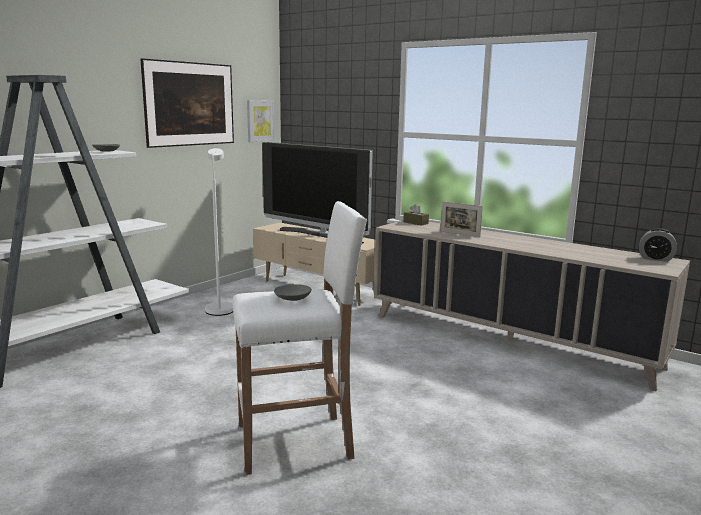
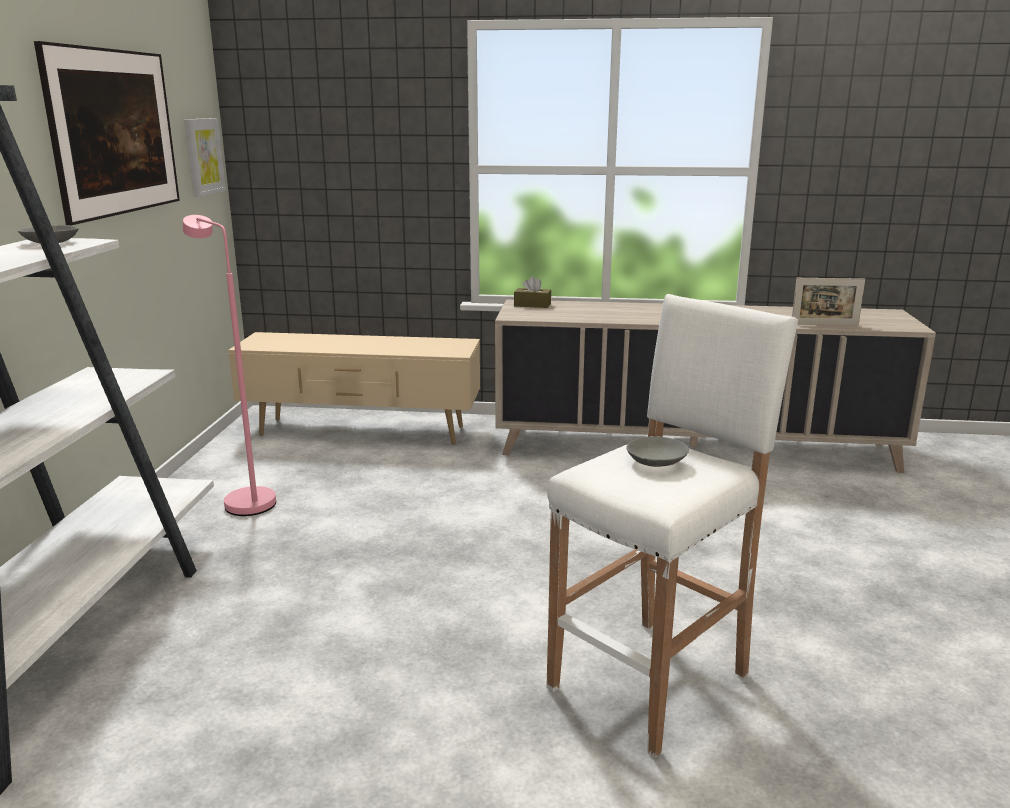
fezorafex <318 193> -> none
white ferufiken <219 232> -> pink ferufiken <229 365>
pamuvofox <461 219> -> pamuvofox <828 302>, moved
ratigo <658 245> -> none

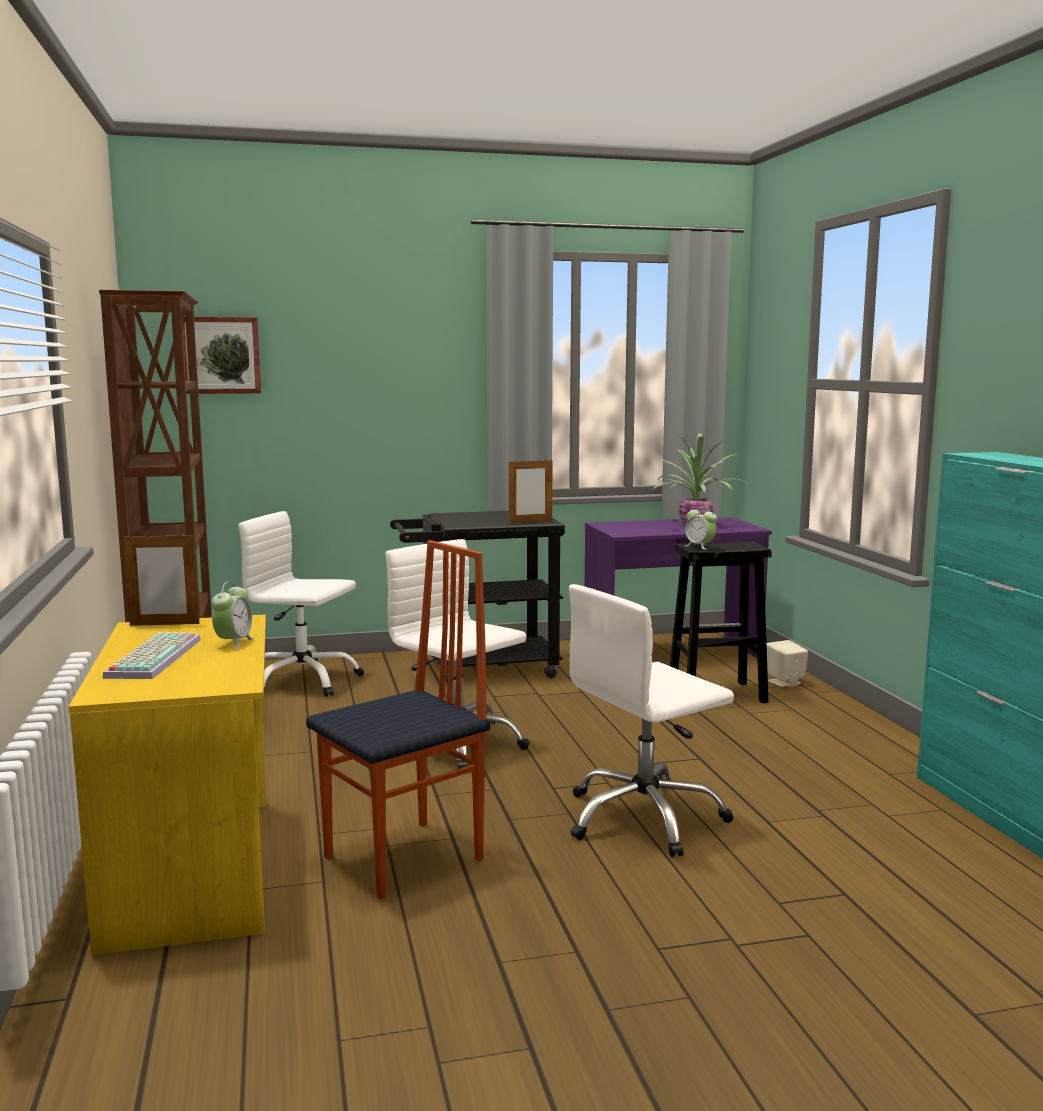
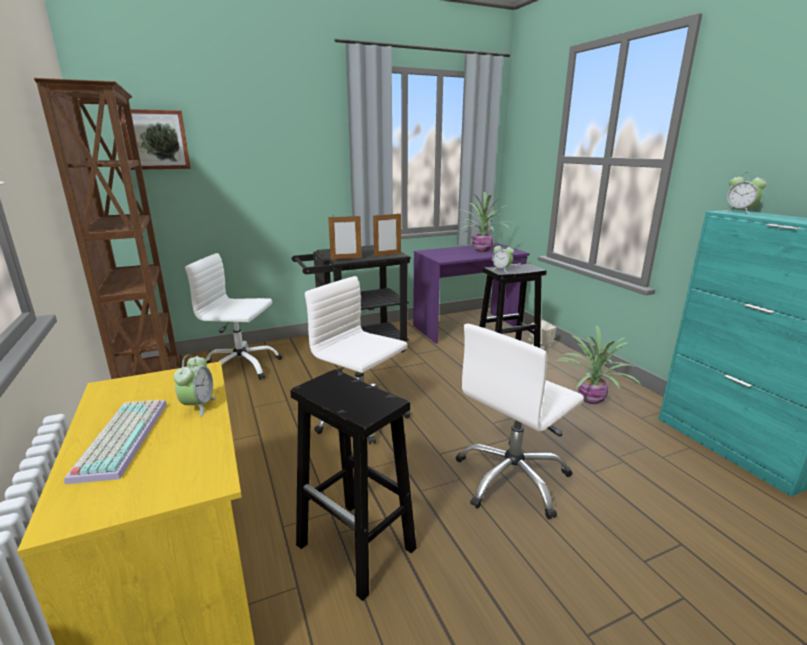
pamuvofox <161 579> -> pamuvofox <345 238>, moved
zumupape <398 719> -> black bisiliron <353 485>
none -> ratigo <745 193>
none -> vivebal <599 365>

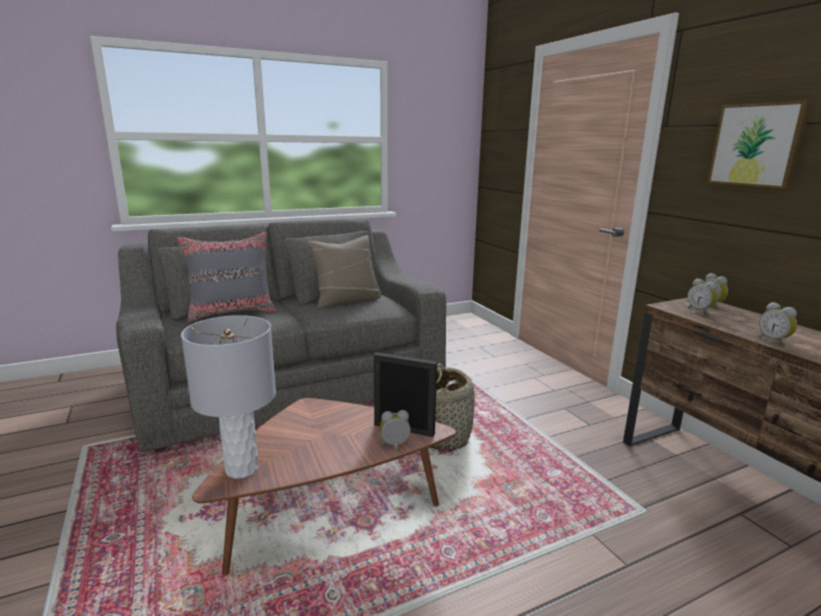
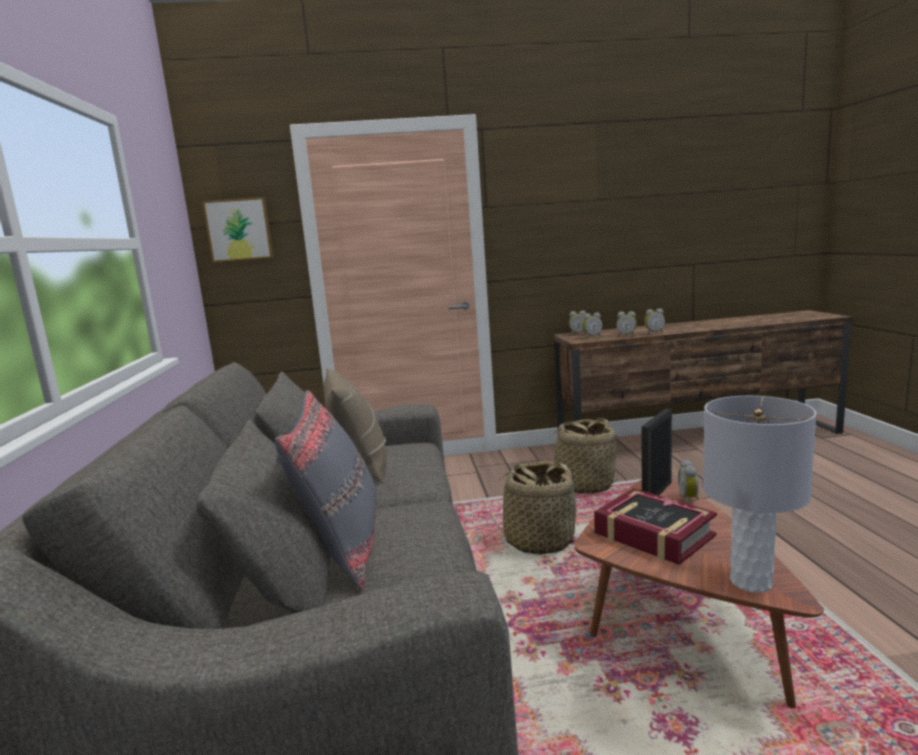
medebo <760 145> -> medebo <238 229>, moved
none -> ratigo <626 323>
none -> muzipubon <581 456>
none -> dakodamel <655 526>

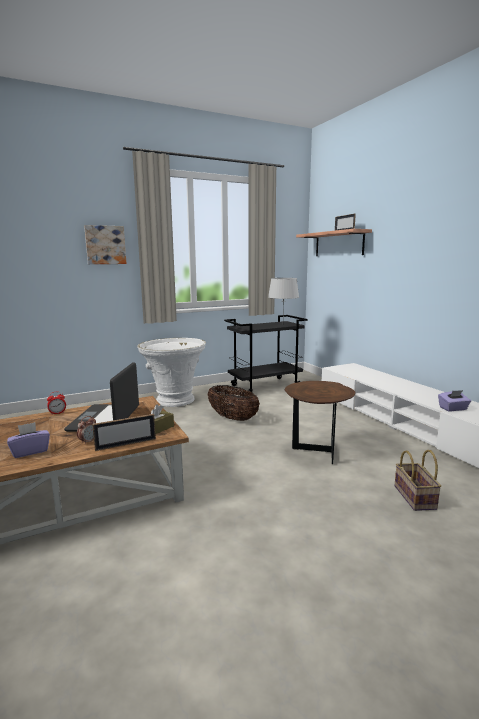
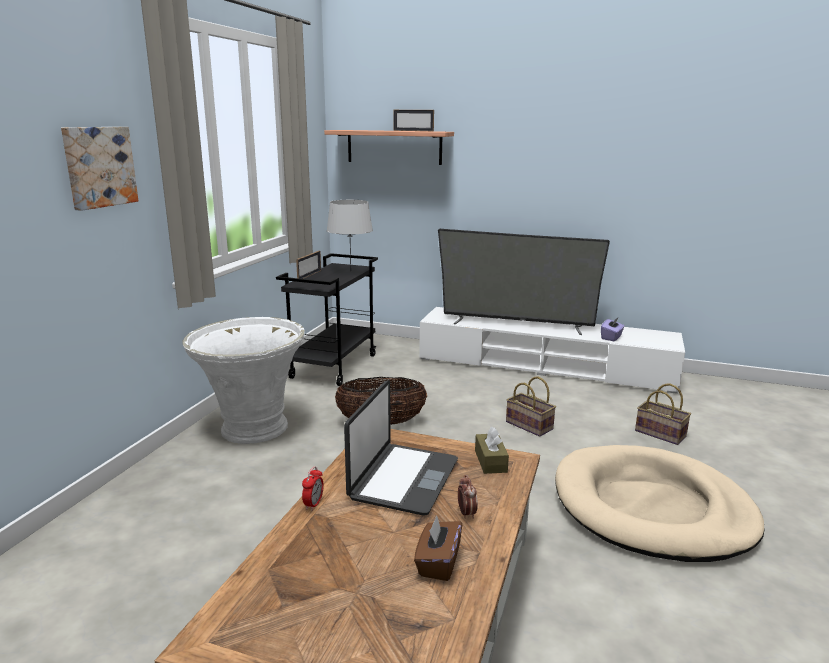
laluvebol <101 397> -> laluvebol <401 448>, 120 degrees counterclockwise
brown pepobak <320 422> -> muzipubon <531 407>
pamuvofox <124 432> -> pamuvofox <308 265>, moved
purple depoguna <28 440> -> brown depoguna <438 548>
none -> fezorafex <524 282>
none -> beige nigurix <659 503>

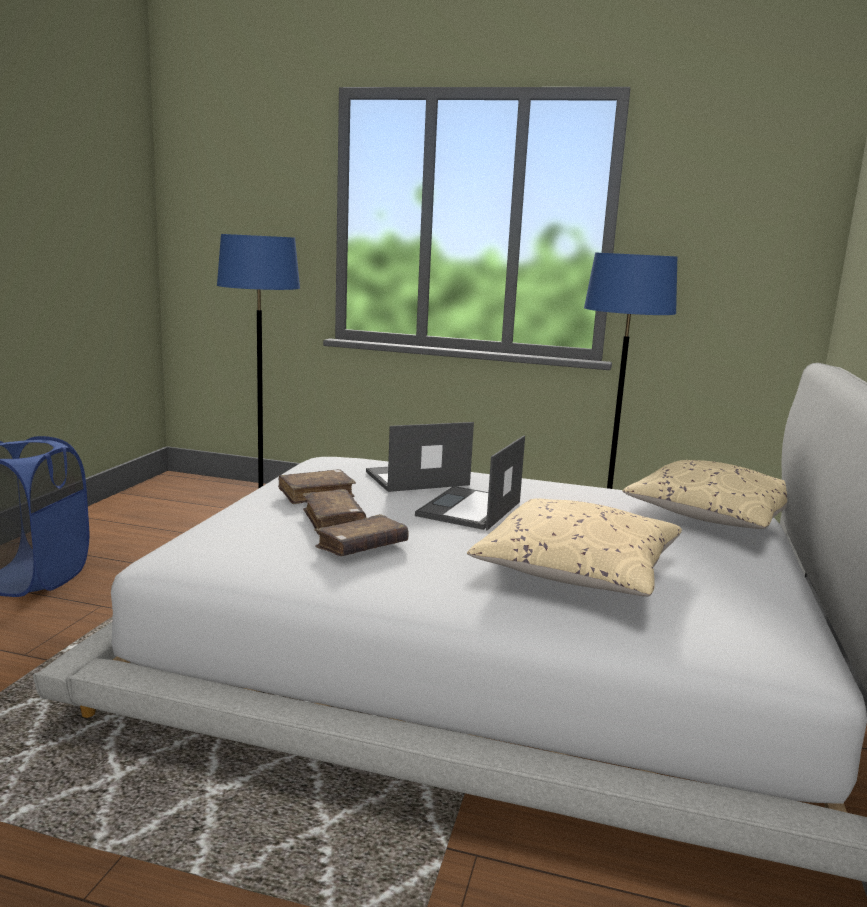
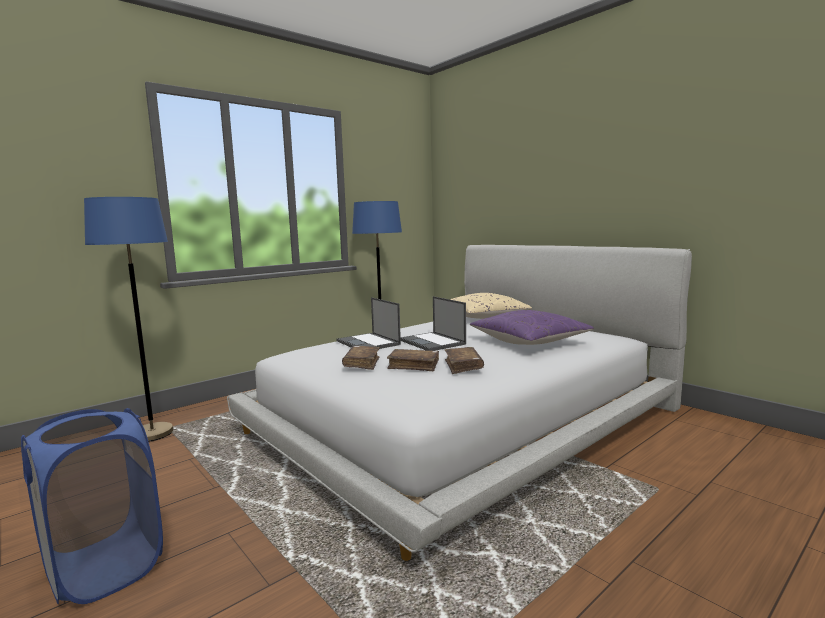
laluvebol <420 457> -> laluvebol <368 323>, 45 degrees counterclockwise
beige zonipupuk <574 547> -> purple zonipupuk <532 327>

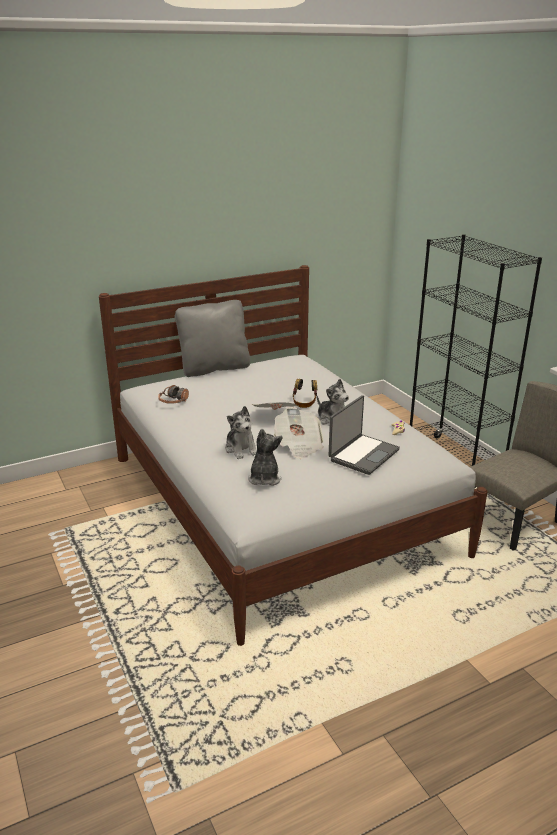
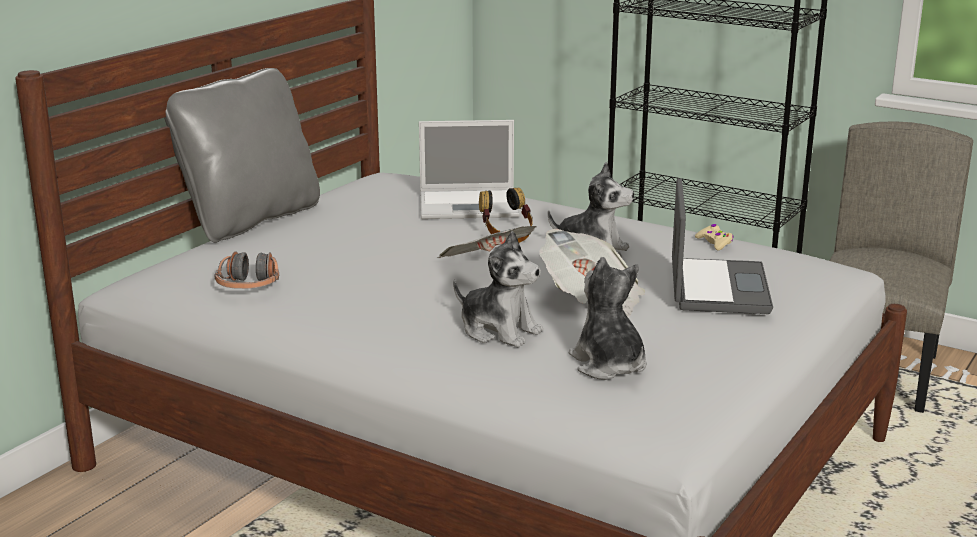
none -> laluvebol <469 169>

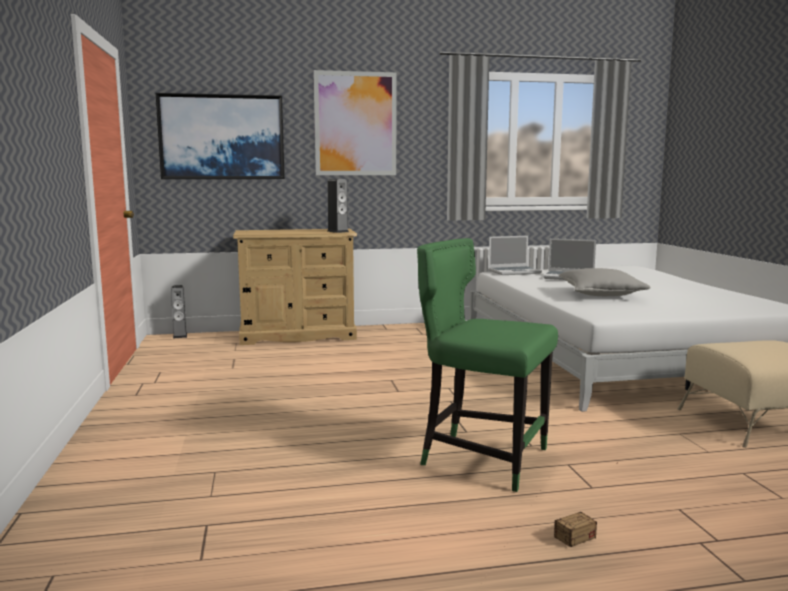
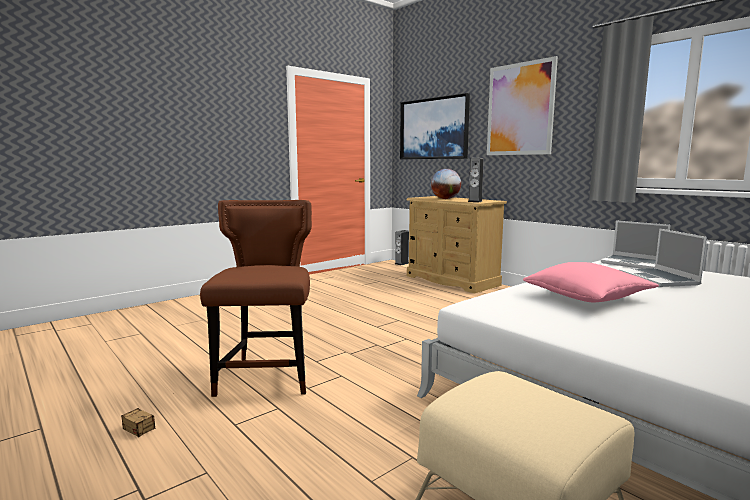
green zumupape <487 365> -> brown zumupape <256 298>
grey zonipupuk <605 282> -> pink zonipupuk <591 282>
none -> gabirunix <446 184>

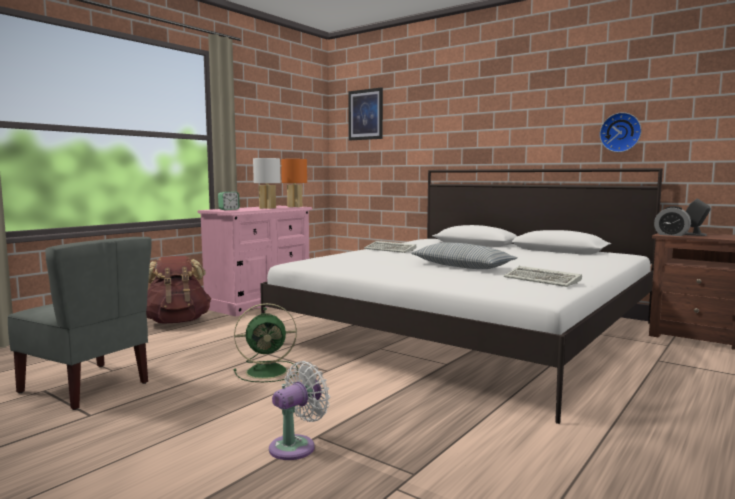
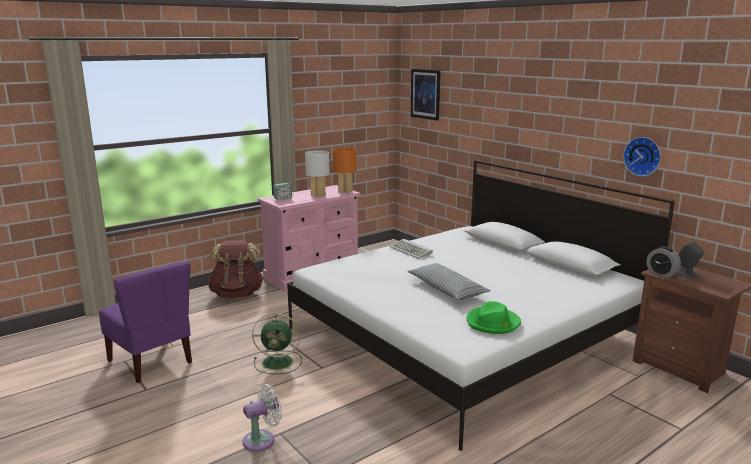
grey zumupape <80 323> -> purple zumupape <145 322>
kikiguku <543 276> -> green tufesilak <493 317>

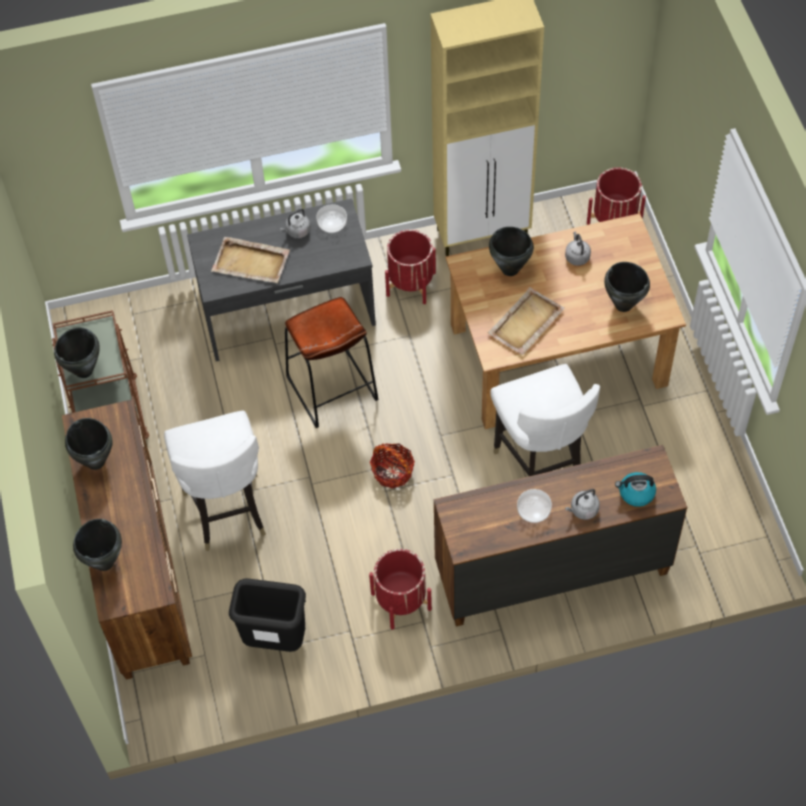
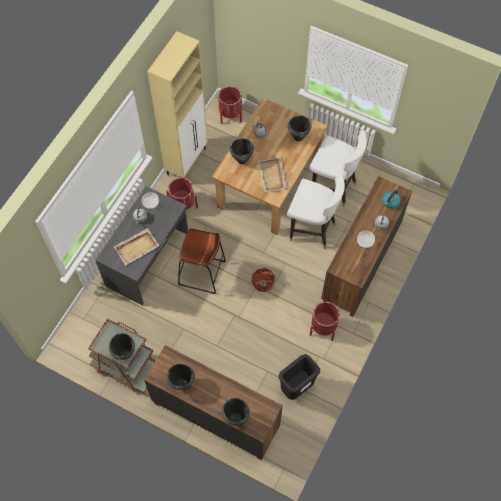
white zumupape <215 480> -> white zumupape <338 168>, moved

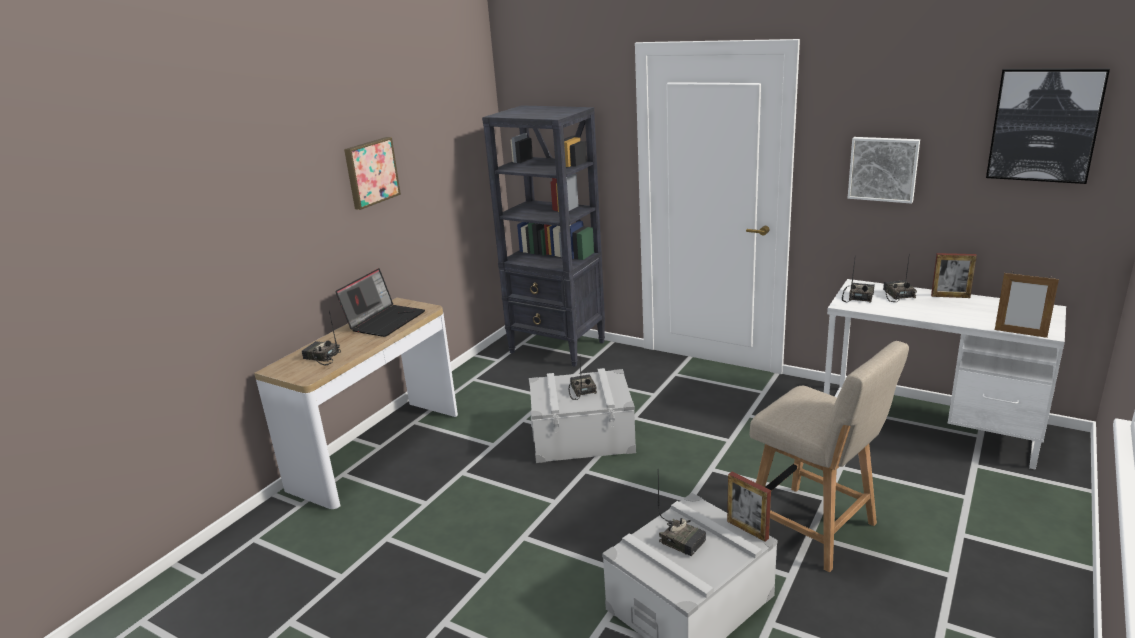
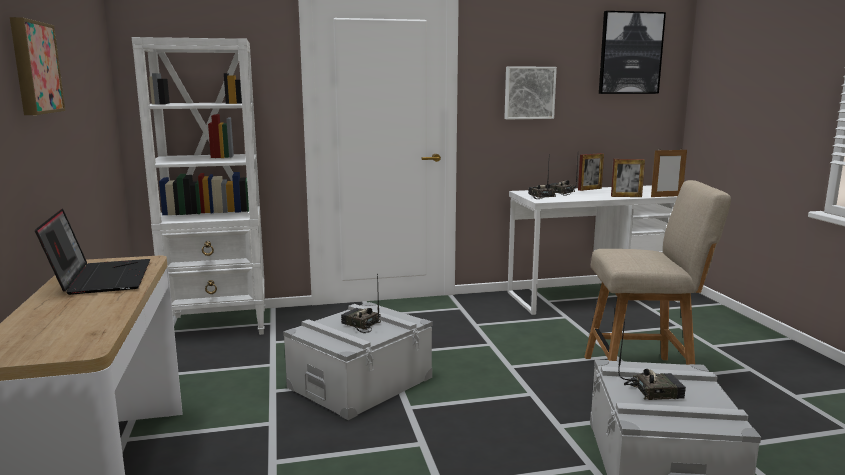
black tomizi <543 236> -> white tomizi <198 186>
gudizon <321 338> -> none
pamuvofox <749 507> -> pamuvofox <628 178>, moved

